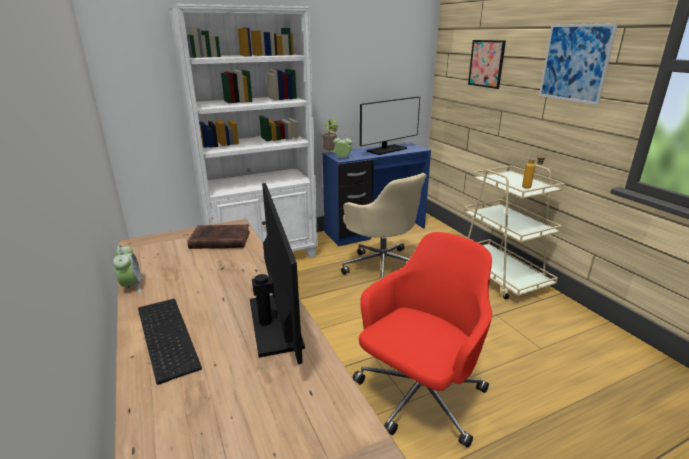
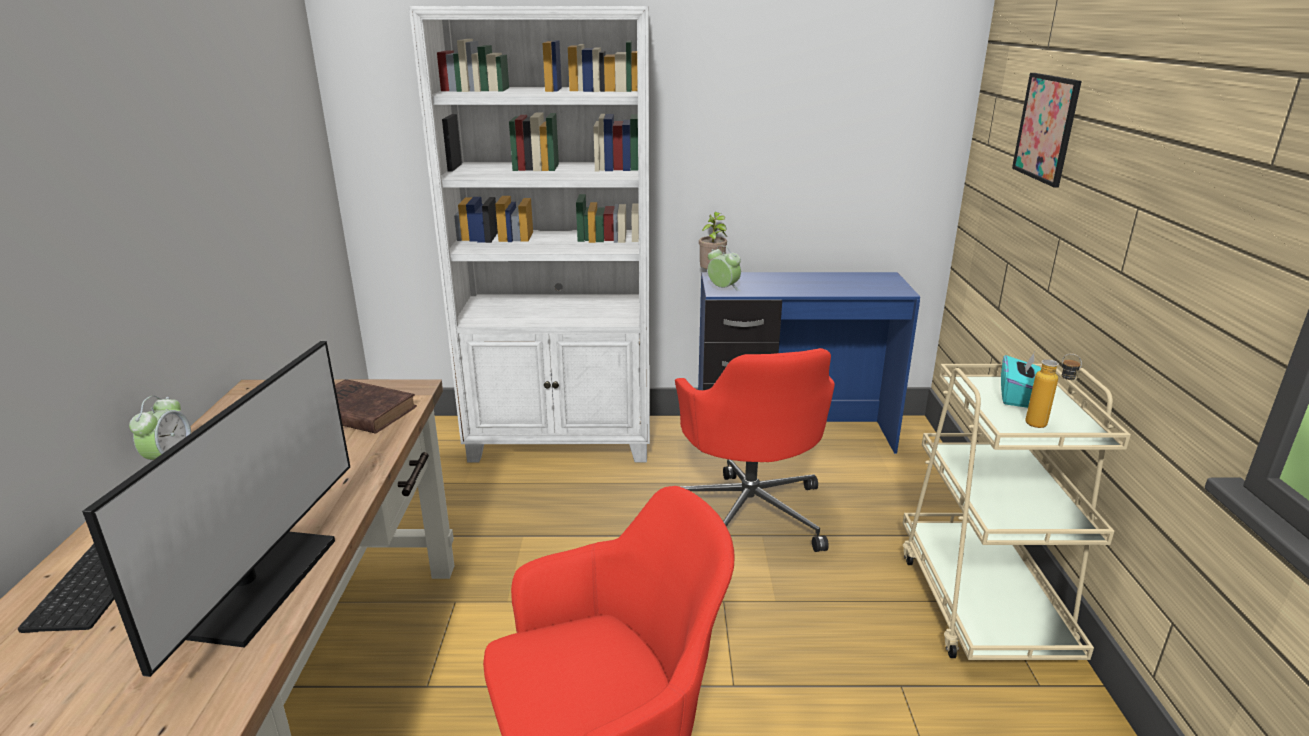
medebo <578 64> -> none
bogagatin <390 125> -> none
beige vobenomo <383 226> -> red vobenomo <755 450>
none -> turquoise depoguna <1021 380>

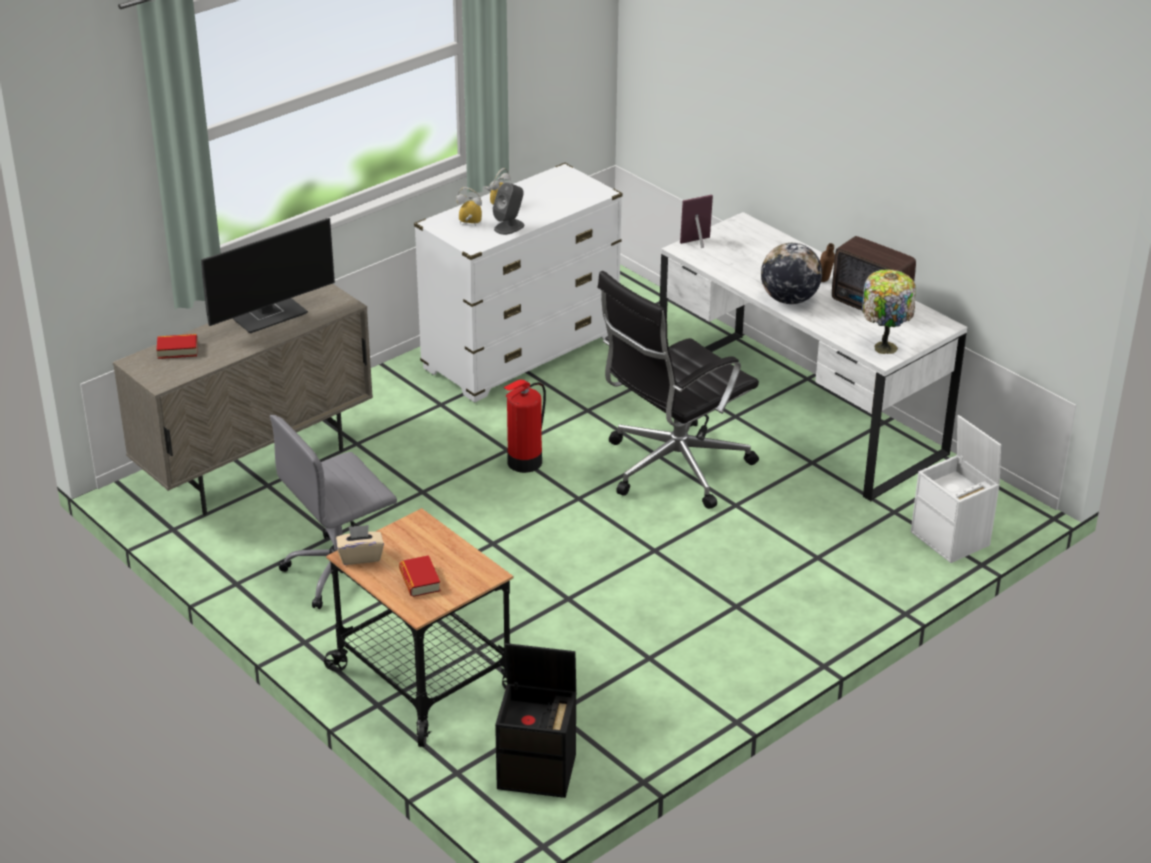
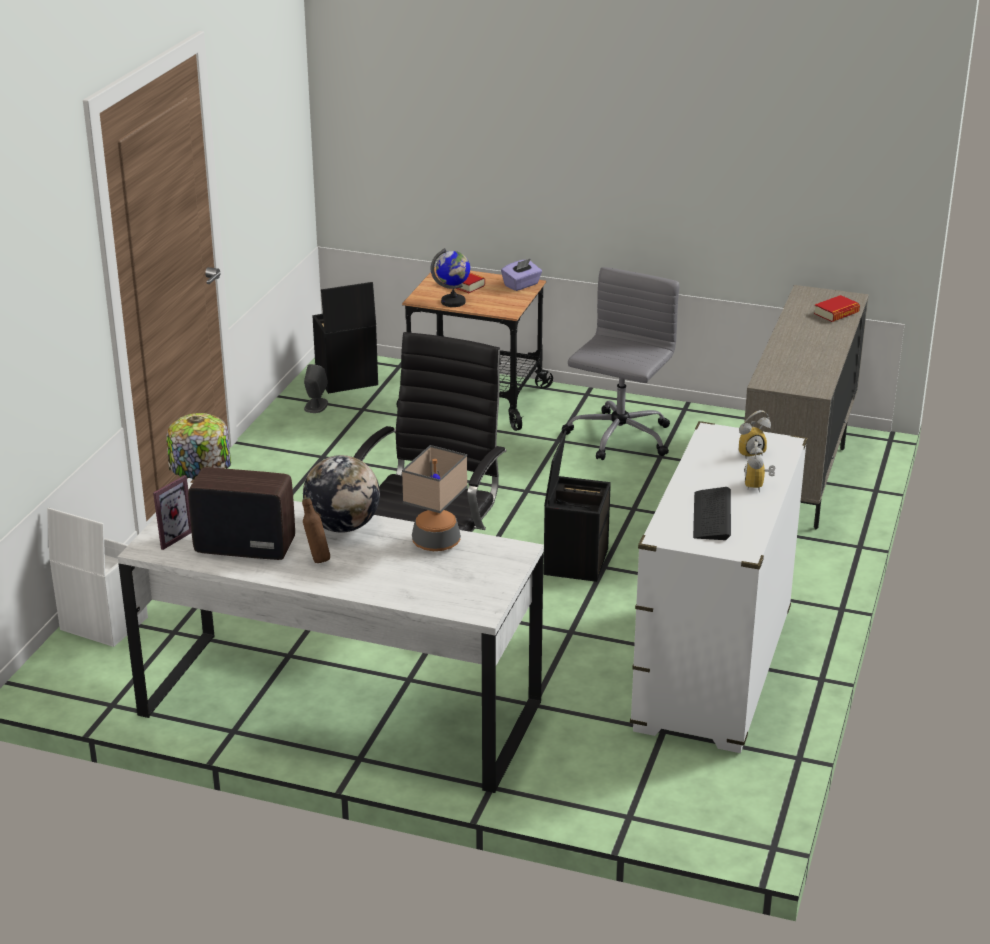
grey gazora <508 208> -> grey gazora <316 388>, moved
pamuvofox <696 221> -> pamuvofox <172 512>, moved
bogagatin <268 275> -> none
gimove <524 426> -> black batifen <577 506>
beige depoguna <360 545> -> purple depoguna <521 274>
none -> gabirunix <450 277>
none -> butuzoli <435 498>
none -> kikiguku <712 513>

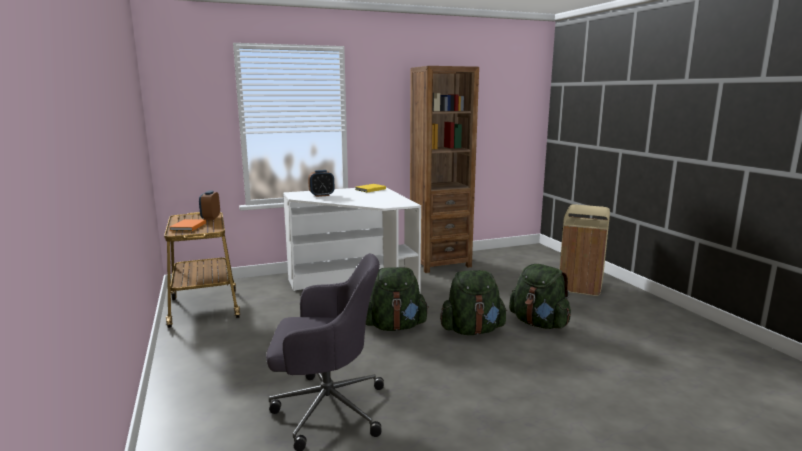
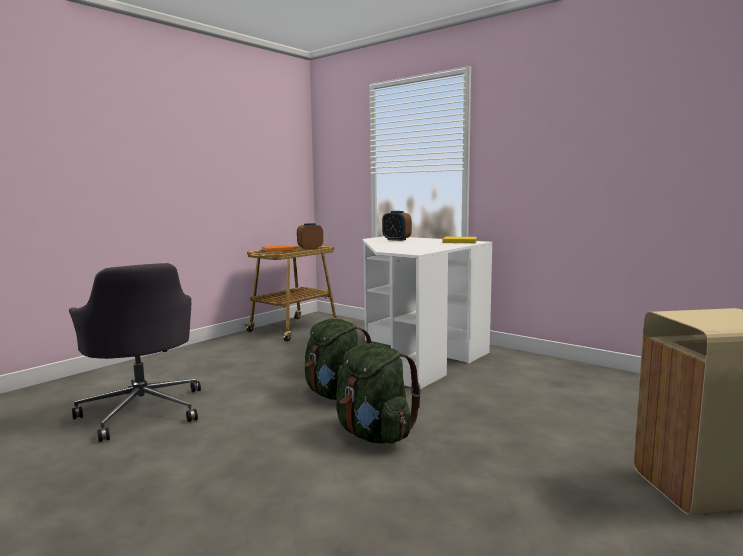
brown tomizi <444 169> -> none
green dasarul <540 296> -> none

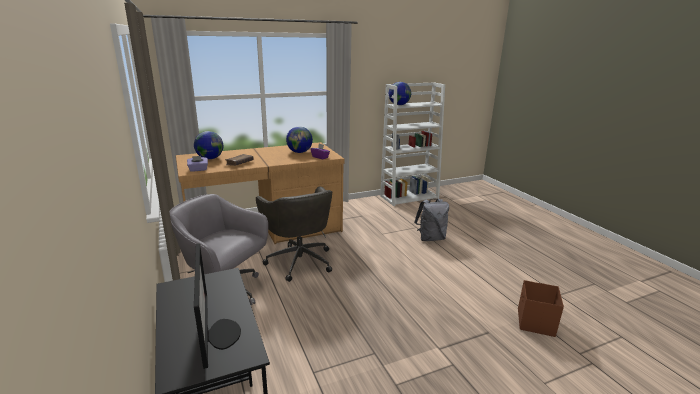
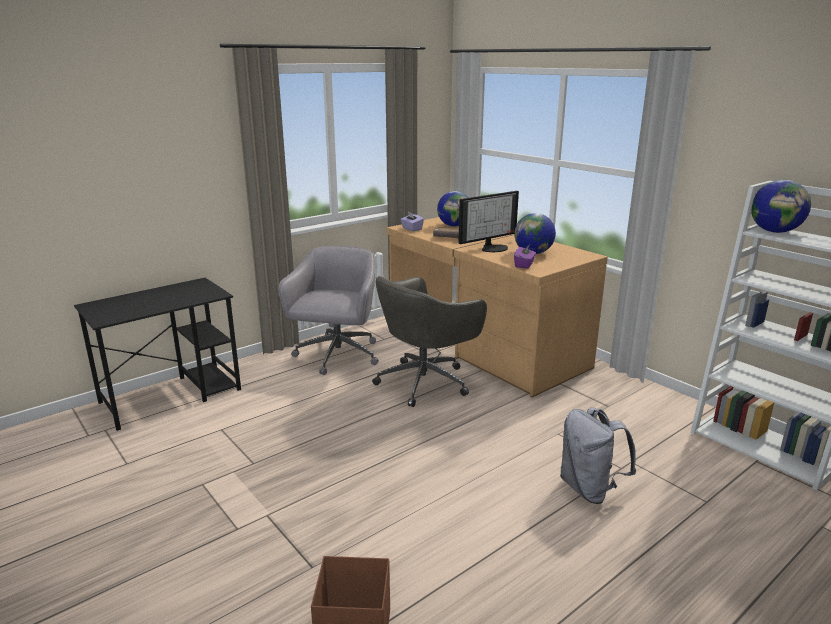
bogagatin <217 306> -> bogagatin <488 221>, moved

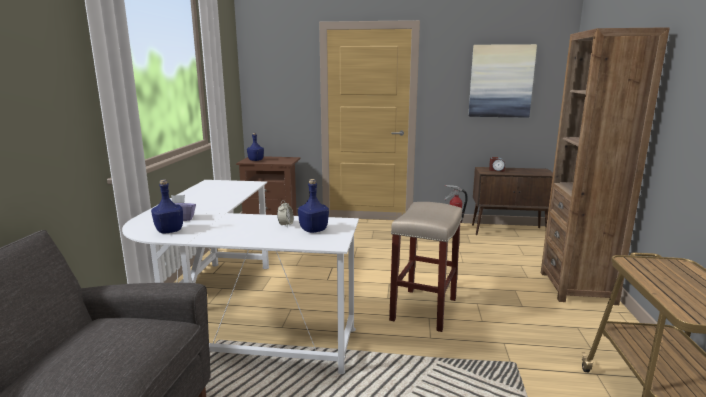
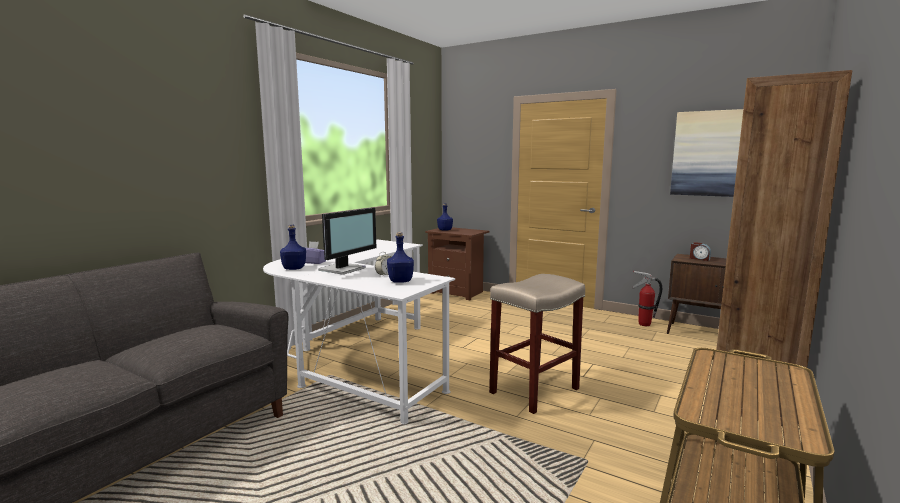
none -> bogagatin <347 241>

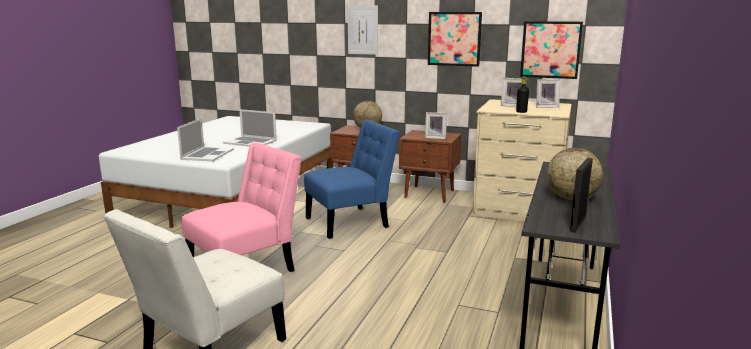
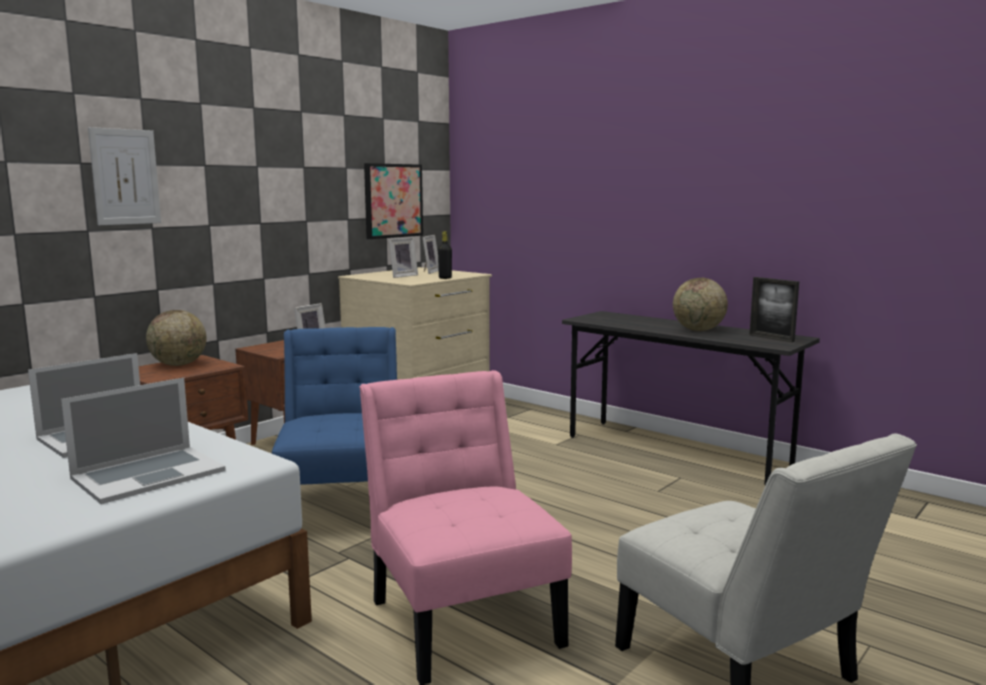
medebo <455 39> -> none
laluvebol <205 139> -> laluvebol <143 441>, 105 degrees clockwise

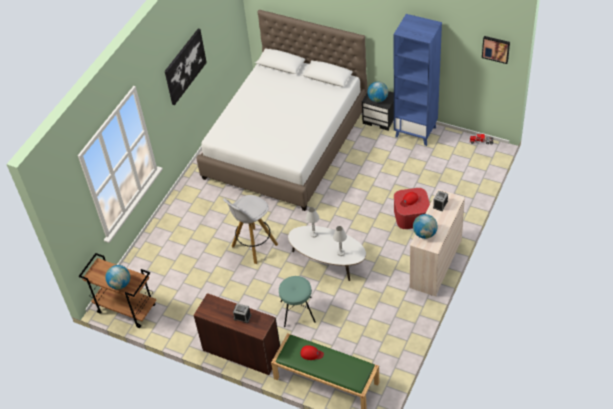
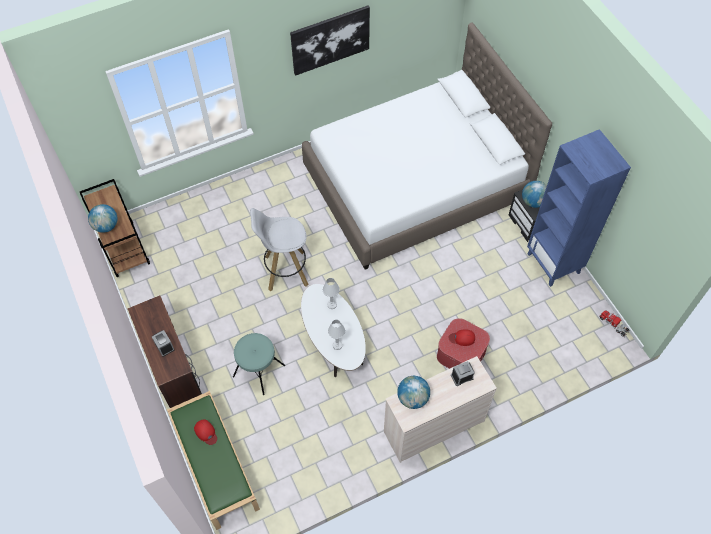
medebo <496 50> -> none

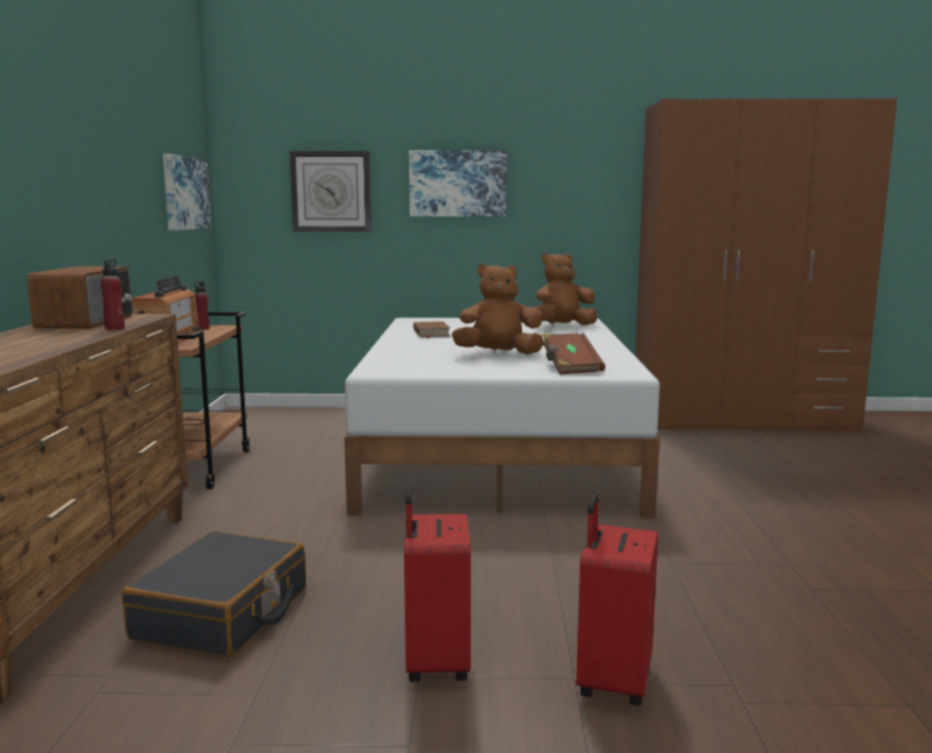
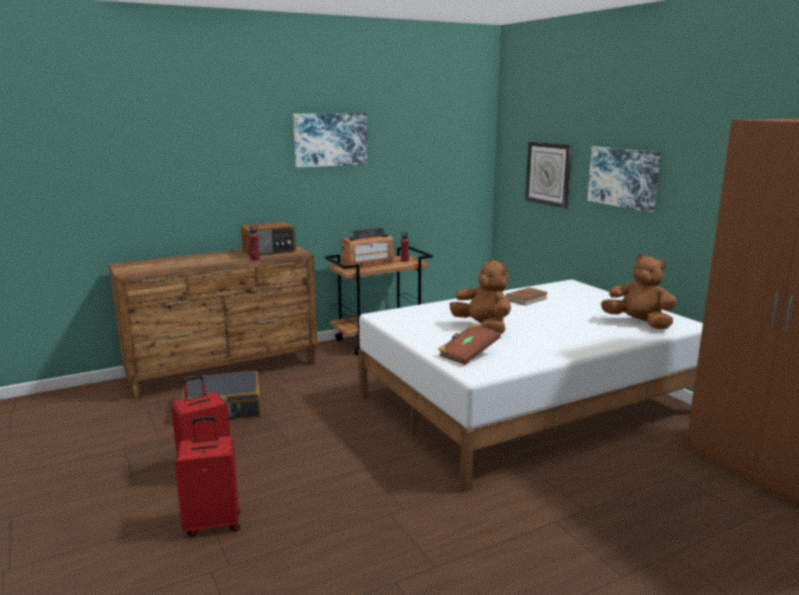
medebo <187 192> -> medebo <330 140>, moved

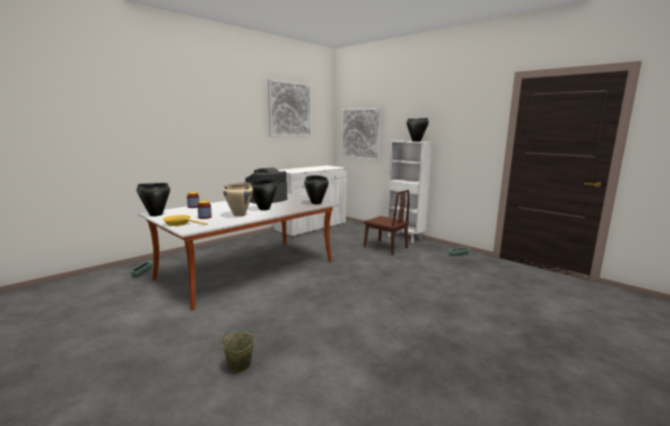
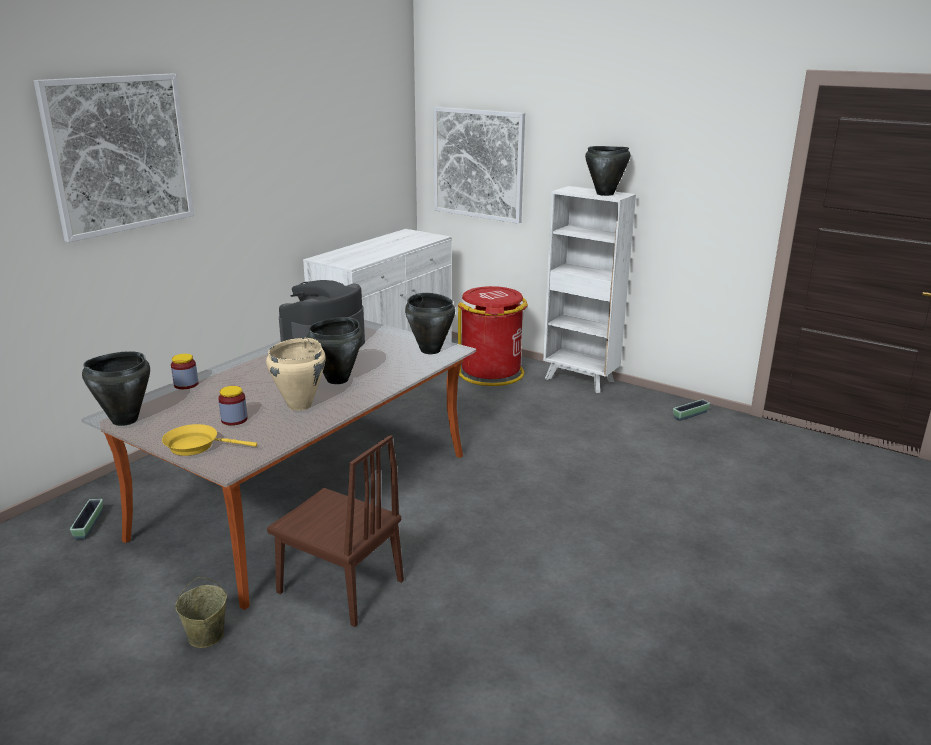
medebo <289 108> -> medebo <114 158>, moved
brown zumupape <386 222> -> brown zumupape <335 531>, moved
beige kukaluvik <238 348> -> beige kukaluvik <201 612>, moved
none -> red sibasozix <493 336>

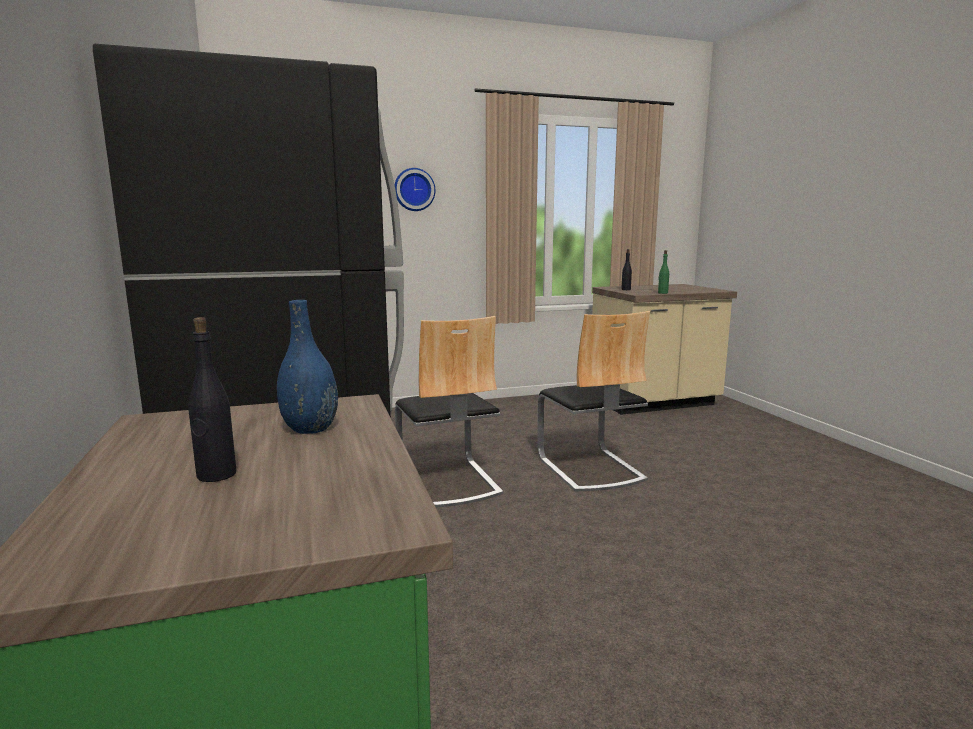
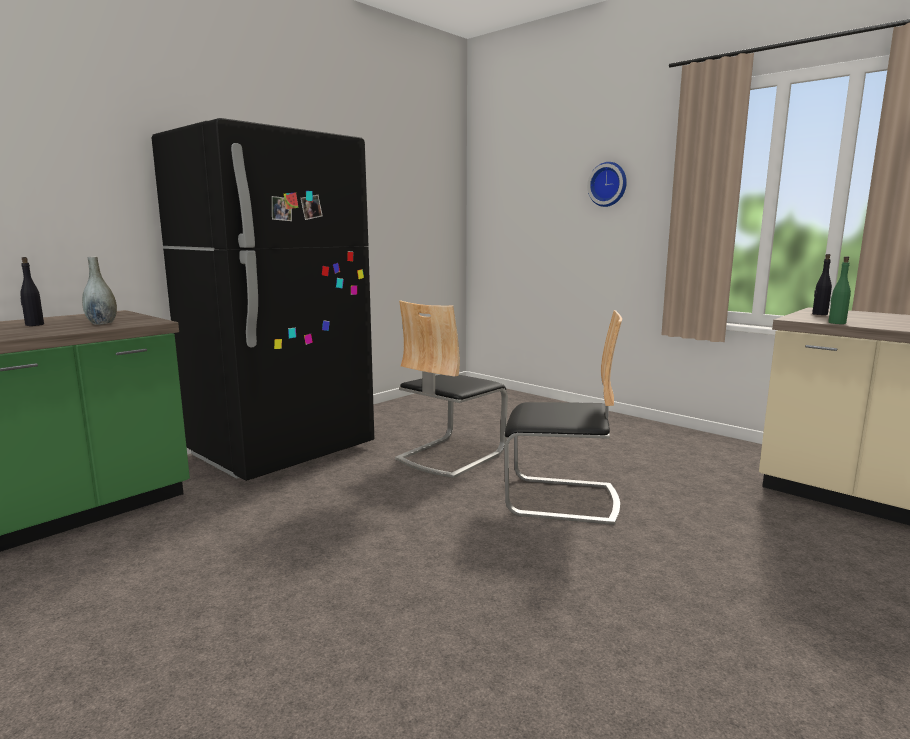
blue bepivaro <307 367> -> grey bepivaro <99 291>
zumupape <593 401> -> zumupape <563 417>, 120 degrees counterclockwise

